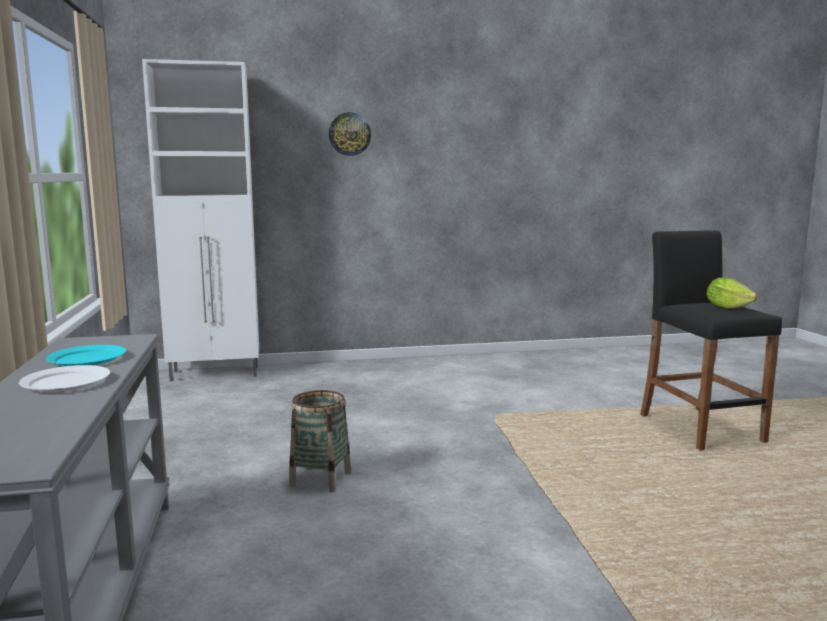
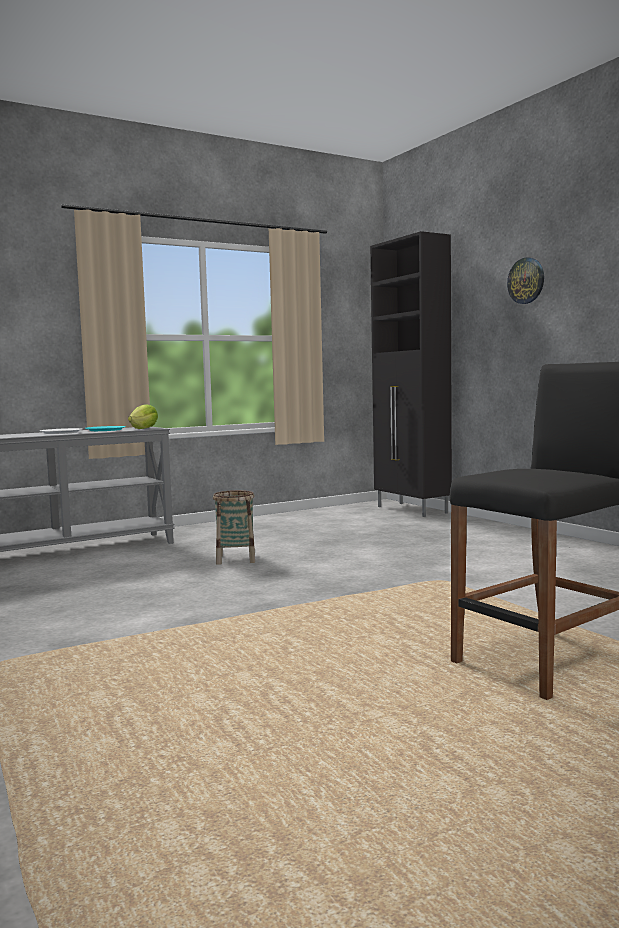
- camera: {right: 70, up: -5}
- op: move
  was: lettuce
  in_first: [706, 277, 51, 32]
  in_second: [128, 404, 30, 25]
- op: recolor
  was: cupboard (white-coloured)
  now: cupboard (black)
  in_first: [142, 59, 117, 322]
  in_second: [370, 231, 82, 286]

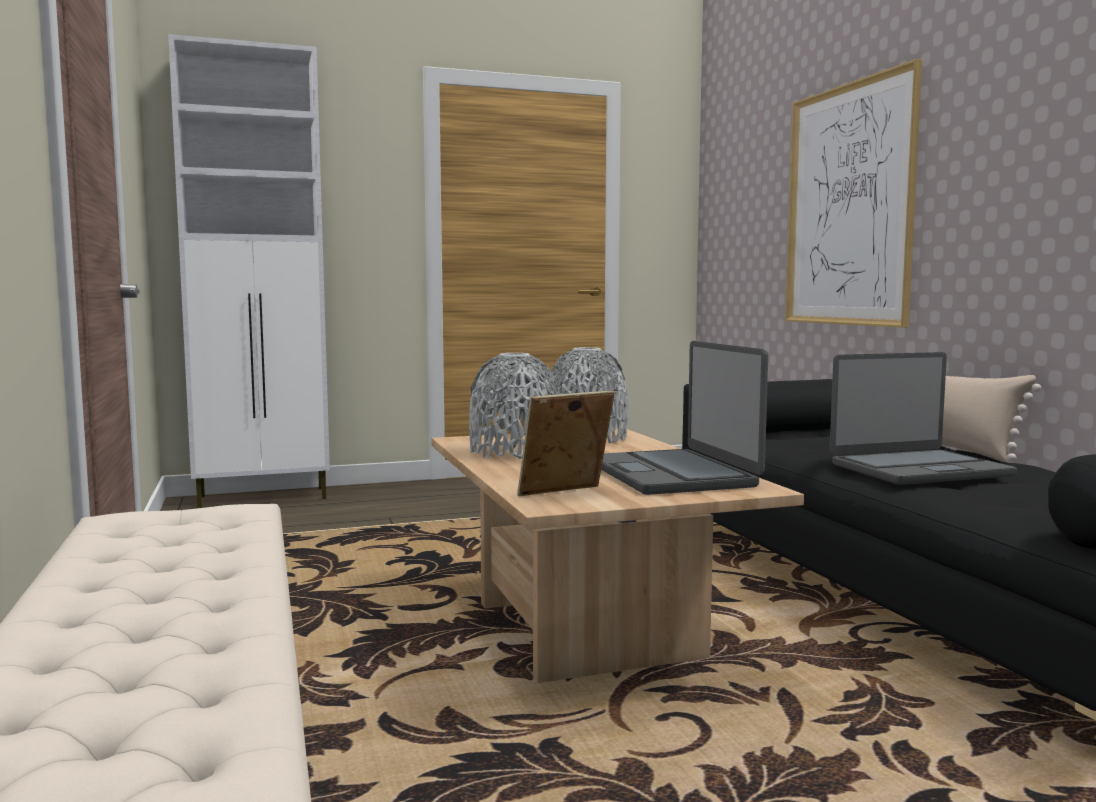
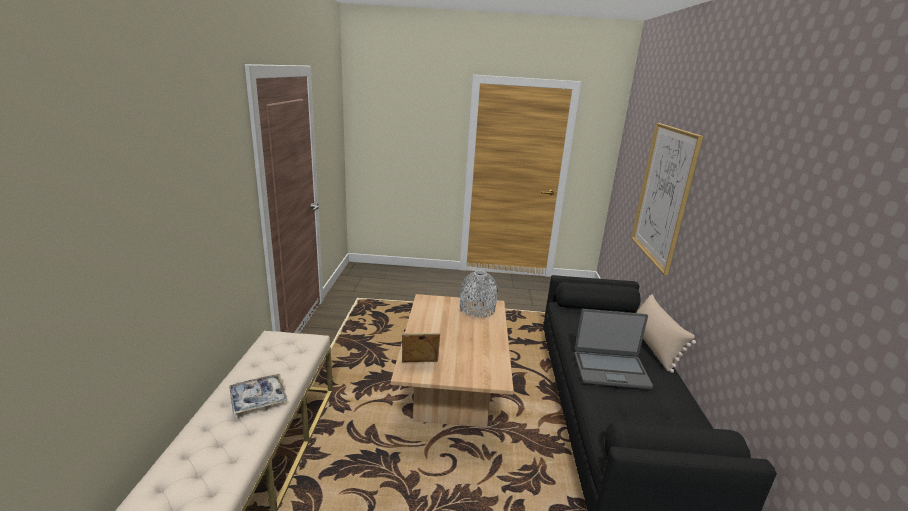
- camera: {right: 20, up: 15}
- op: insert
  now: carrying tray
  in_second: [229, 374, 58, 40]
- op: delete
  was: cupboard (white-coloured)
  in_first: [168, 34, 162, 474]
- op: delete
  was: flower vase (gray)
  in_first: [469, 353, 91, 106]
- op: delete
  was: laptop
  in_first: [601, 341, 167, 154]

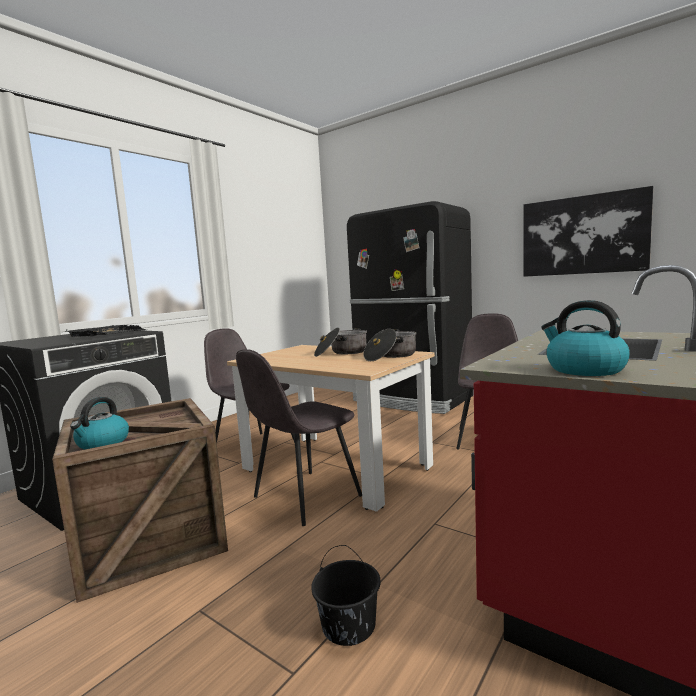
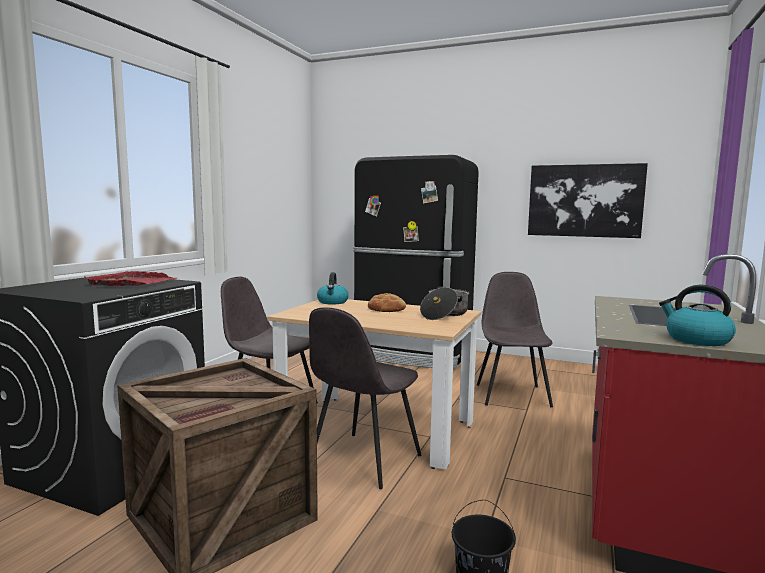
- camera: {right: -15, up: 0}
- op: recolor
  was: carrying tray (black)
  now: carrying tray (red)
  in_first: [65, 325, 81, 12]
  in_second: [84, 271, 93, 15]
- op: move
  was: water kettle
  in_first: [70, 397, 59, 53]
  in_second: [317, 272, 32, 33]
- op: replace
  was: saucepot
  now: bread
  in_first: [314, 328, 53, 29]
  in_second: [368, 293, 38, 19]

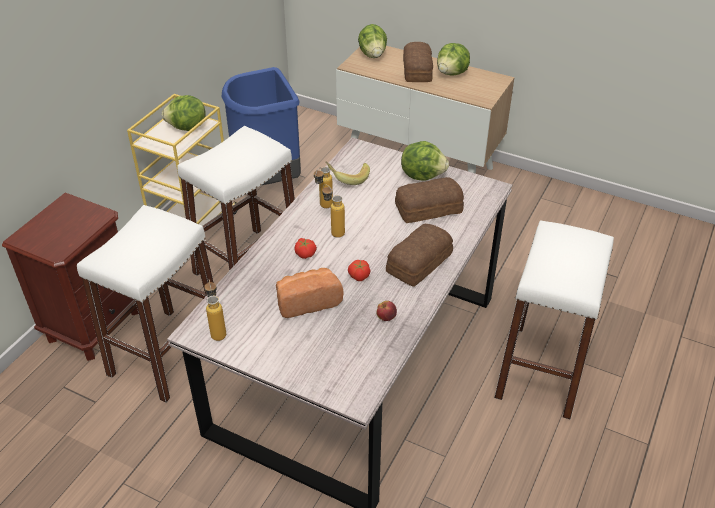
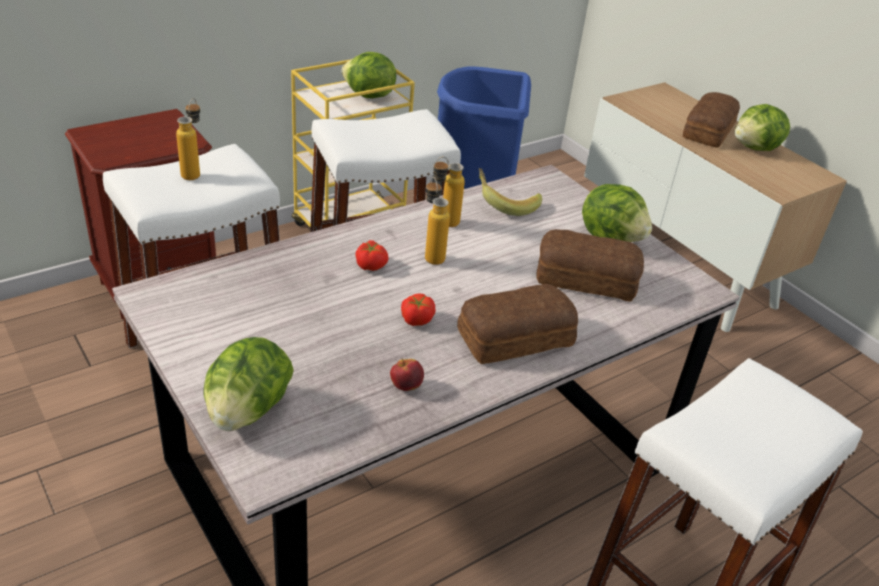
- camera: {right: 25, up: -5}
- op: move
  was: drink bottle
  in_first: [204, 279, 22, 62]
  in_second: [176, 98, 24, 82]
- op: move
  was: lettuce
  in_first: [358, 24, 29, 34]
  in_second: [204, 337, 90, 94]
- op: delete
  was: bread
  in_first: [276, 268, 68, 50]

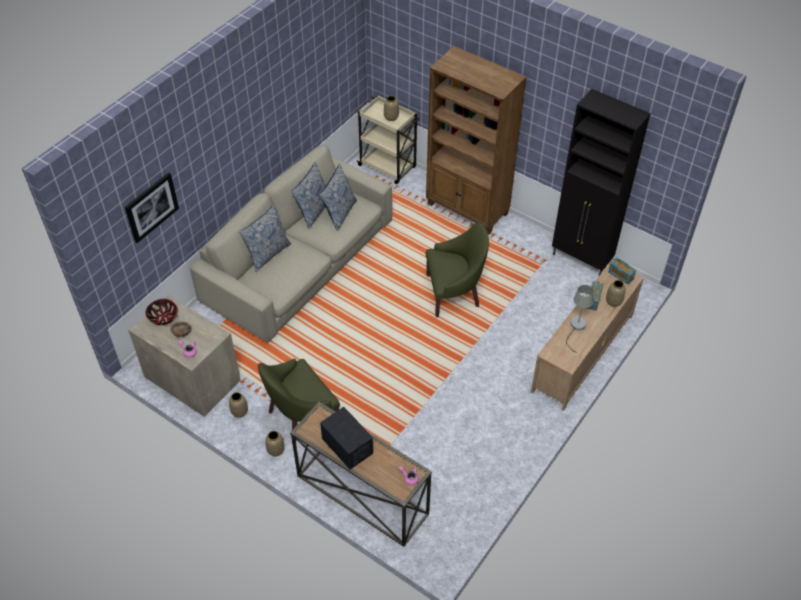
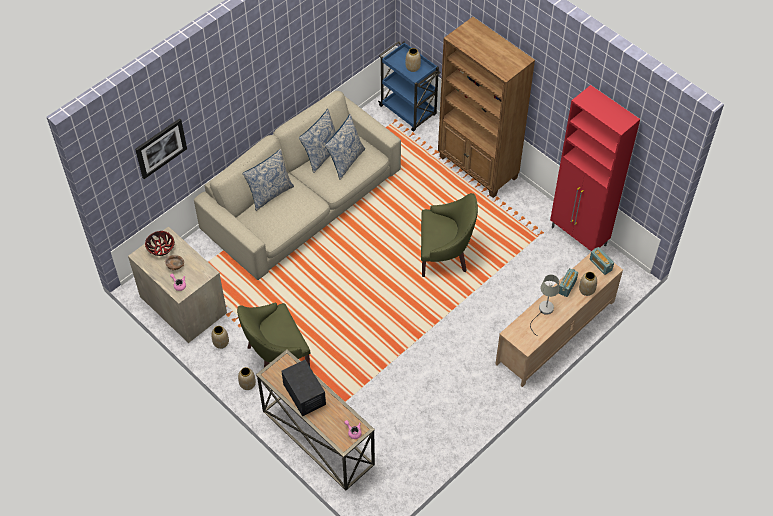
- camera: {right: 10, up: 5}
- op: recolor
  was: trolley (sand-coloured)
  now: trolley (blue-coloured)
  in_first: [356, 95, 64, 89]
  in_second: [378, 41, 63, 91]
- op: recolor
  was: cupboard (black)
  now: cupboard (red)
  in_first: [552, 89, 99, 188]
  in_second: [550, 85, 90, 166]

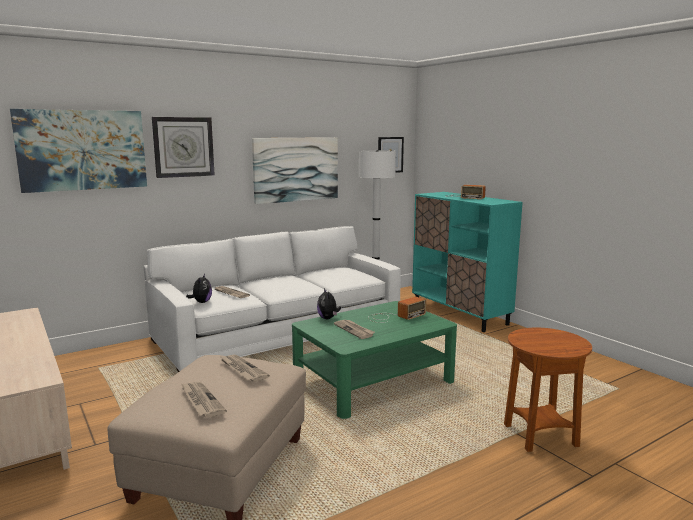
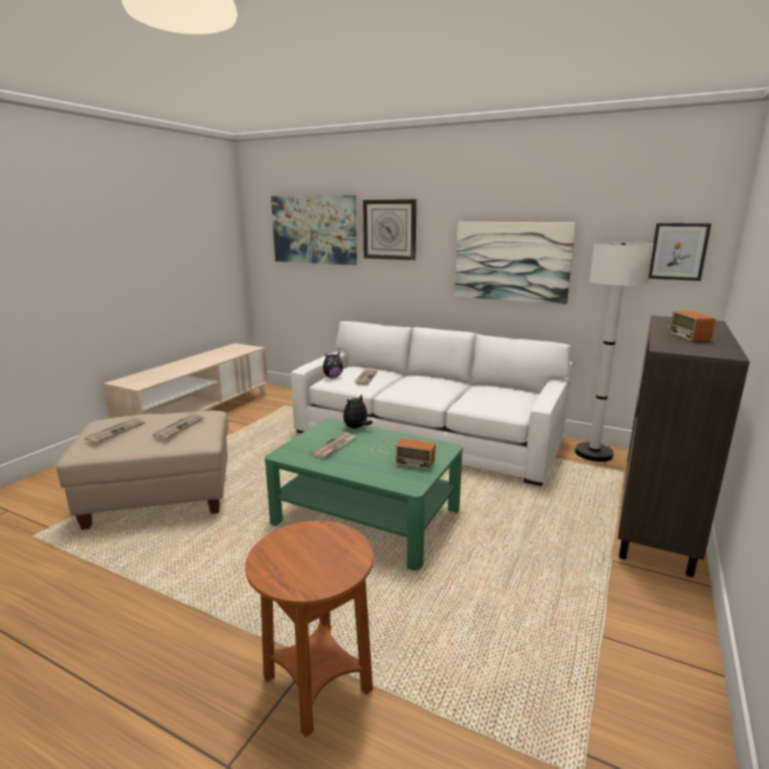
- camera: {right: 60, up: 5}
- op: recolor
  was: cupboard (blue-green)
  now: cupboard (brown-coloured)
  in_first: [412, 192, 111, 140]
  in_second: [618, 315, 132, 262]

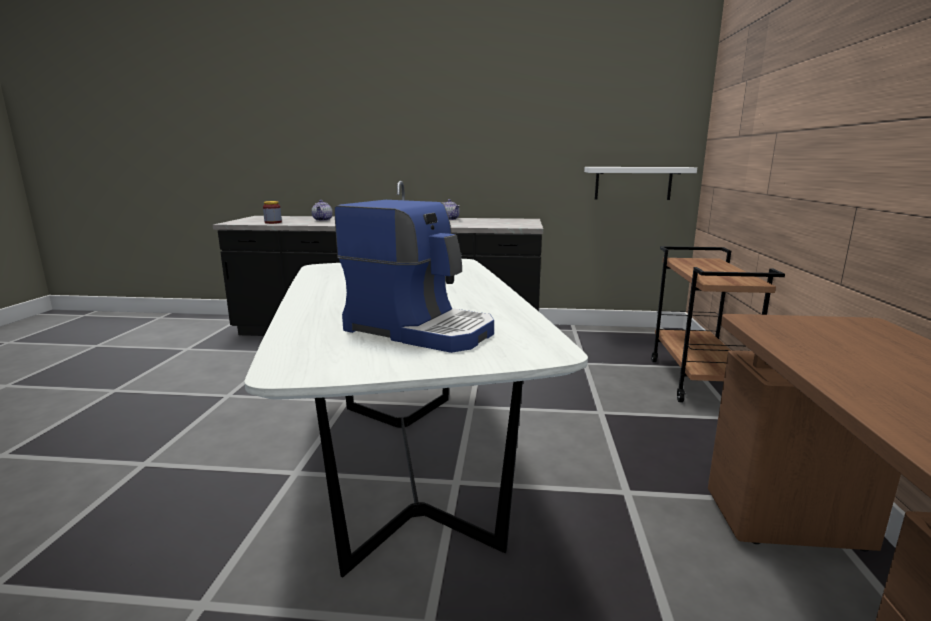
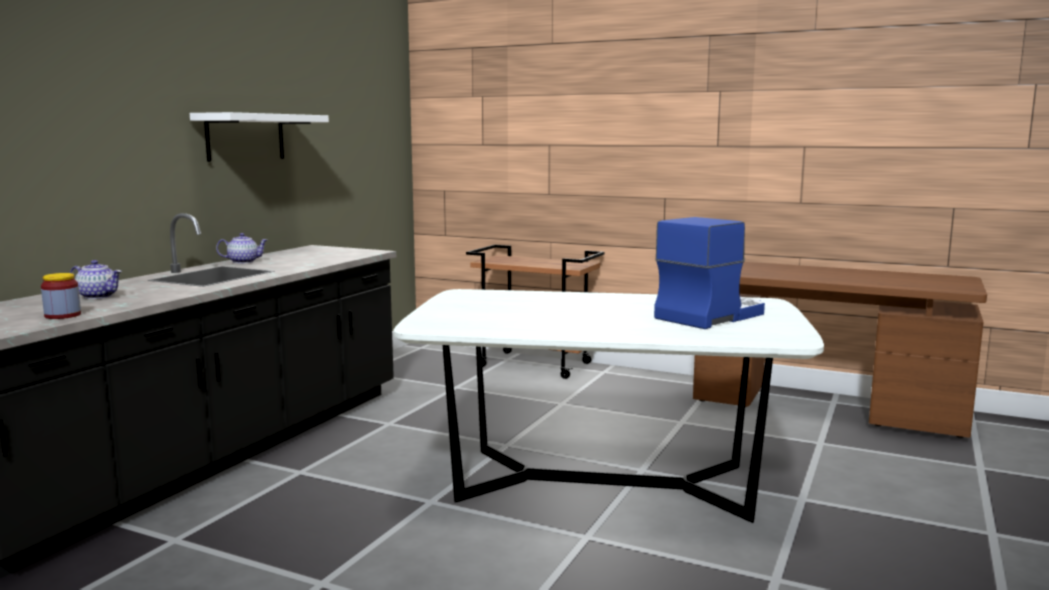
- camera: {right: -70, up: -5}
- op: move
  was: bracket shelf (white-coloured)
  in_first: [584, 167, 113, 33]
  in_second: [190, 112, 139, 50]

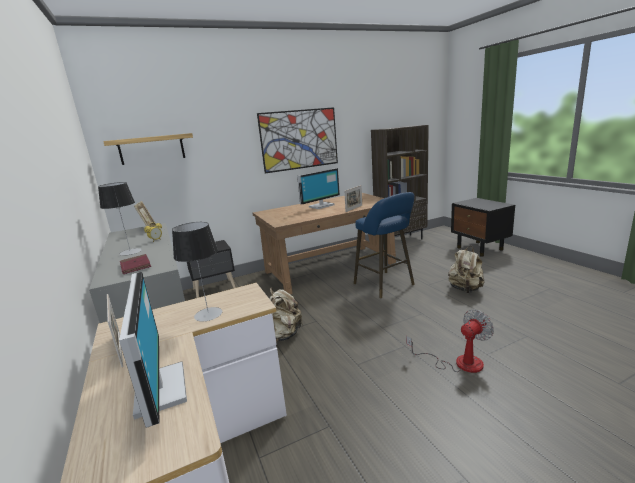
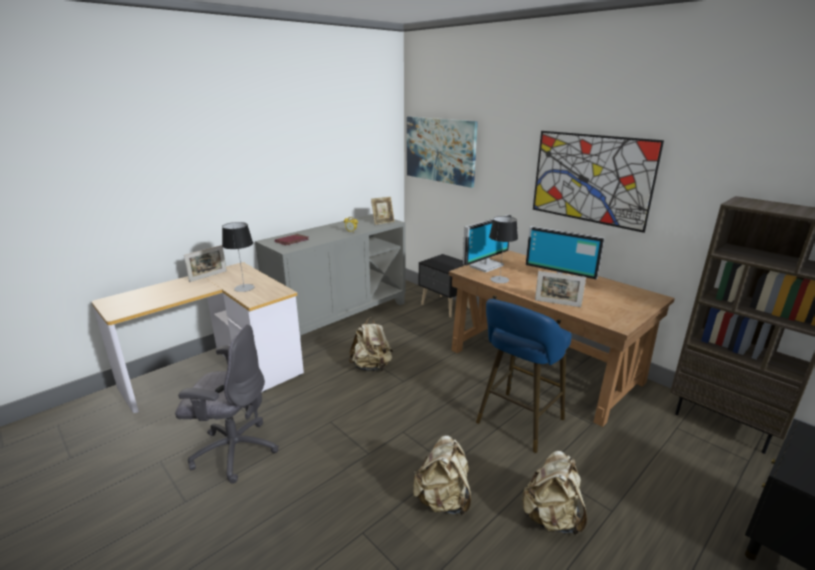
- camera: {right: 70, up: 5}
- op: insert
  now: desk chair (gray)
  in_second: [175, 324, 104, 160]
- op: replace
  was: bracket shelf
  now: wall picture
  in_first: [103, 133, 90, 32]
  in_second: [407, 117, 71, 71]
- op: insert
  now: knapsack (sand-coloured)
  in_second: [413, 435, 58, 81]
- op: move
  was: computer display
  in_first: [119, 272, 68, 156]
  in_second: [463, 215, 49, 58]
- op: move
  was: lamp for a table
  in_first: [98, 182, 44, 74]
  in_second: [489, 216, 29, 67]
- op: delete
  was: electric fan
  in_first: [406, 310, 88, 63]

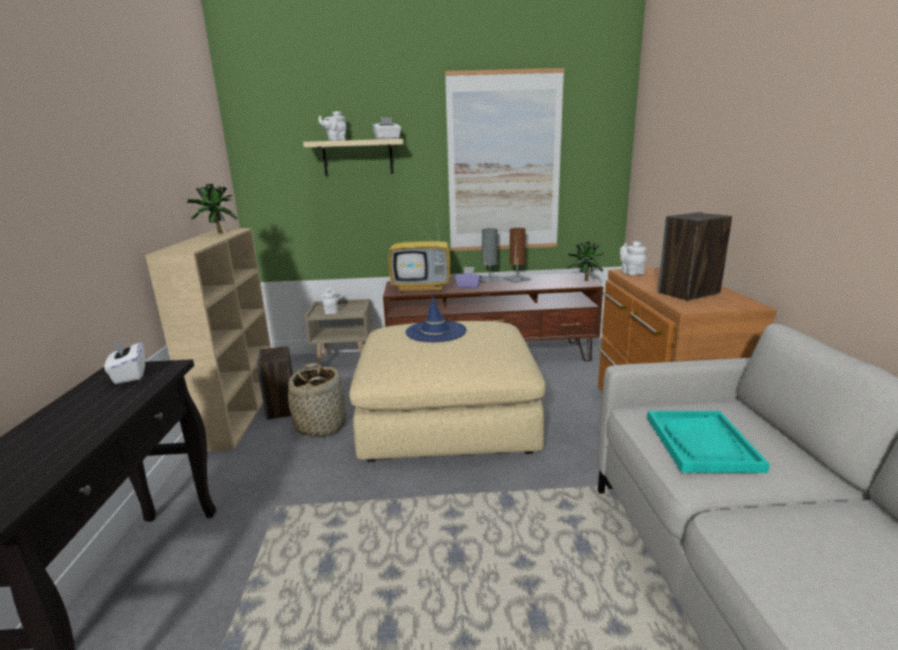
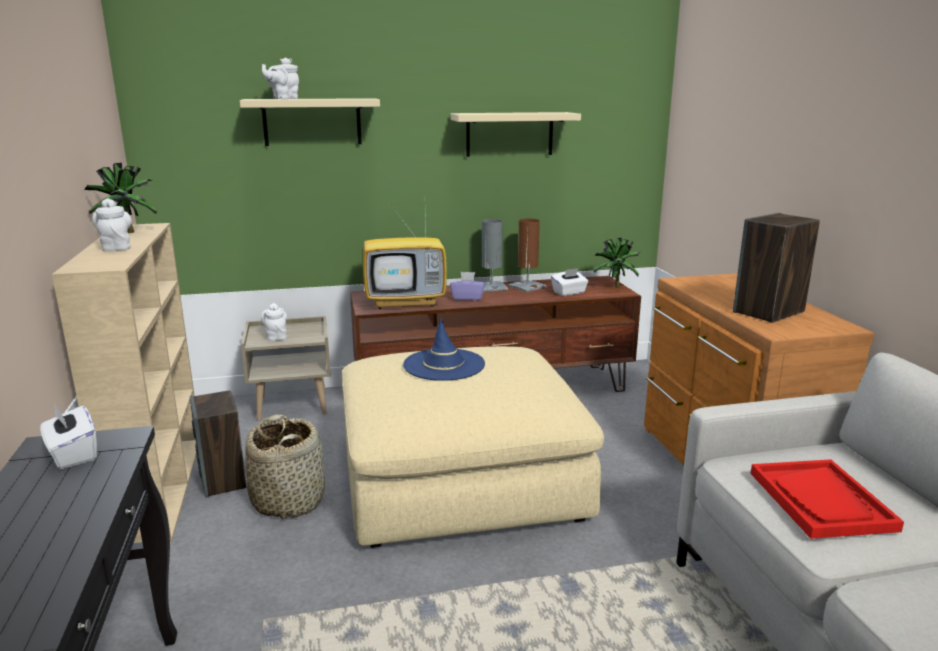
- camera: {right: -10, up: 0}
- op: move
  was: teapot (white-coloured)
  in_first: [620, 241, 26, 34]
  in_second: [92, 198, 40, 53]
- op: replace
  was: wall picture
  now: bracket shelf (sand-coloured)
  in_first: [445, 68, 119, 183]
  in_second: [451, 112, 130, 45]
- op: move
  was: tissue box (white-coloured)
  in_first: [372, 117, 29, 22]
  in_second: [551, 268, 38, 28]
- op: recolor
  was: carrying tray (blue-green)
  now: carrying tray (red)
  in_first: [647, 411, 123, 62]
  in_second: [750, 459, 154, 80]

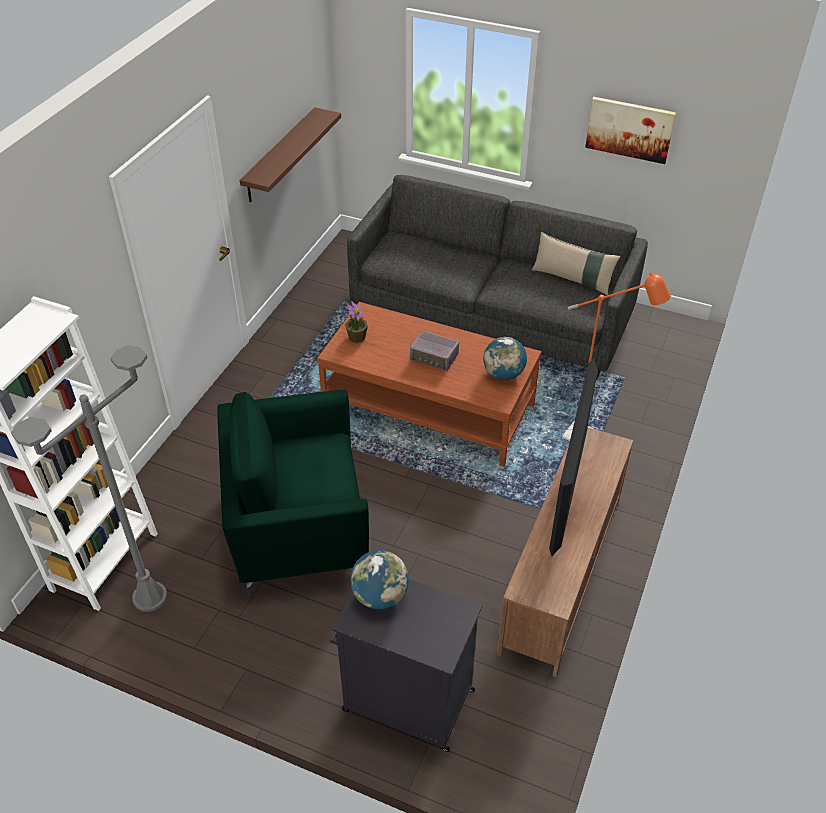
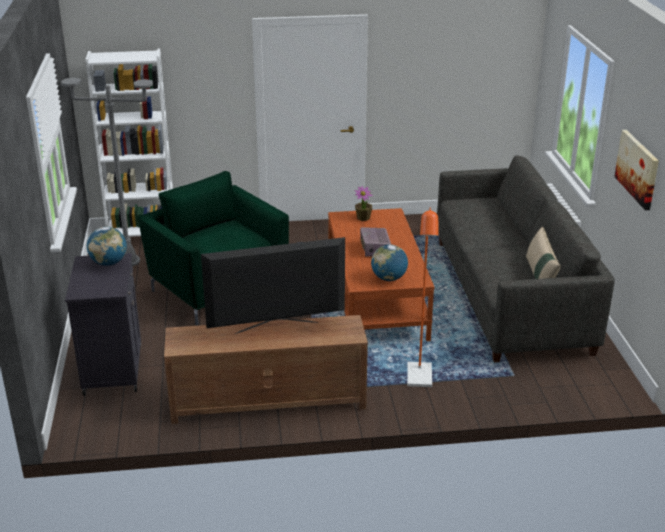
- camera: {right: 60, up: -15}
- op: delete
  was: bracket shelf (brown-coloured)
  in_first: [240, 107, 101, 95]

